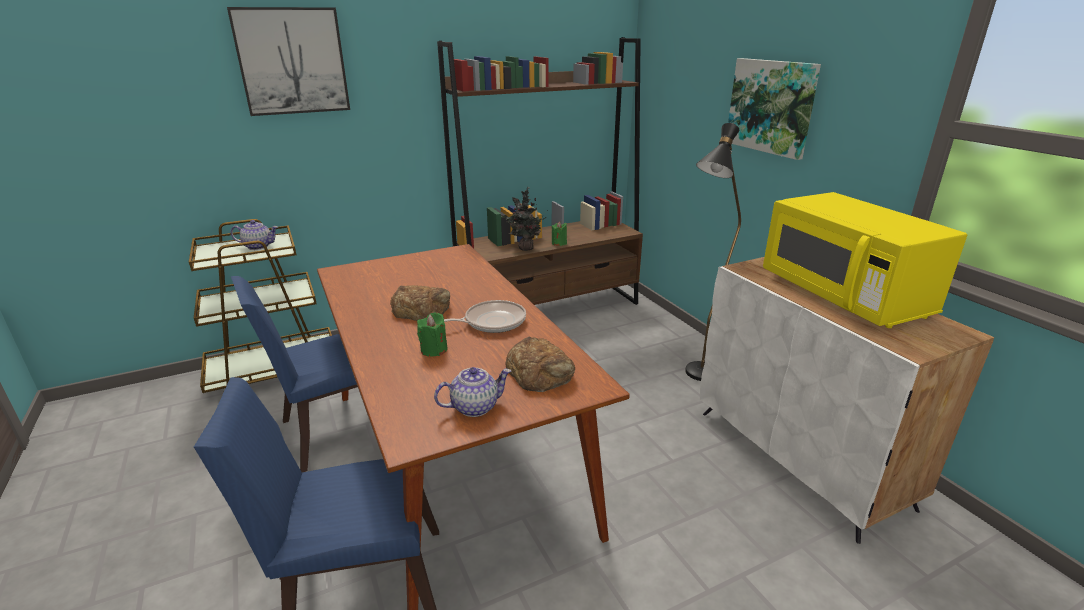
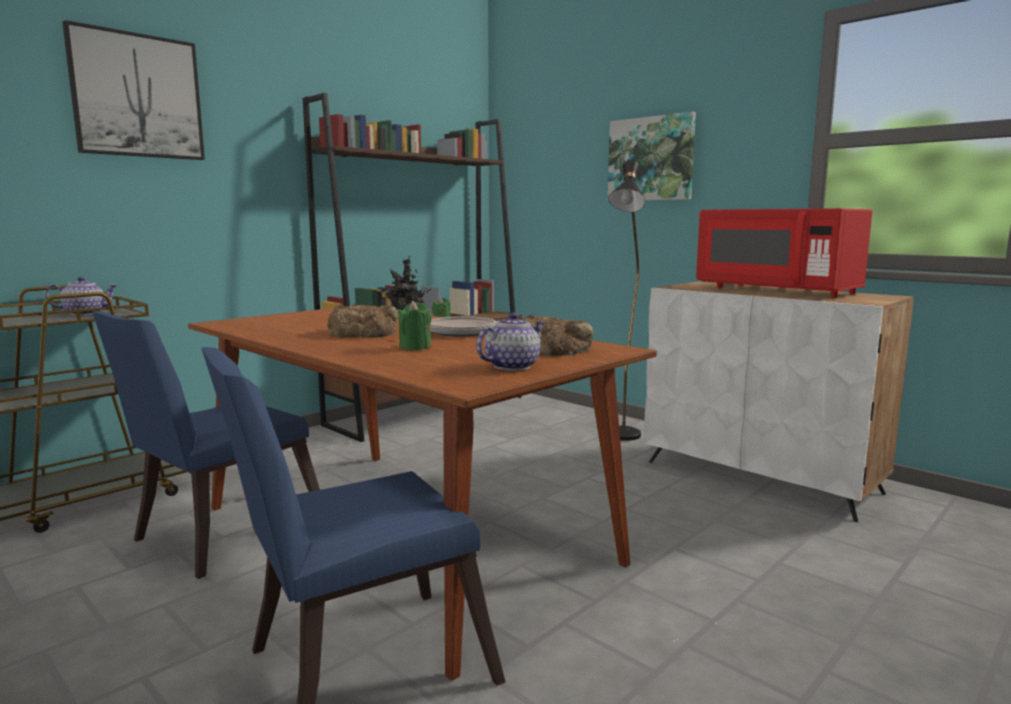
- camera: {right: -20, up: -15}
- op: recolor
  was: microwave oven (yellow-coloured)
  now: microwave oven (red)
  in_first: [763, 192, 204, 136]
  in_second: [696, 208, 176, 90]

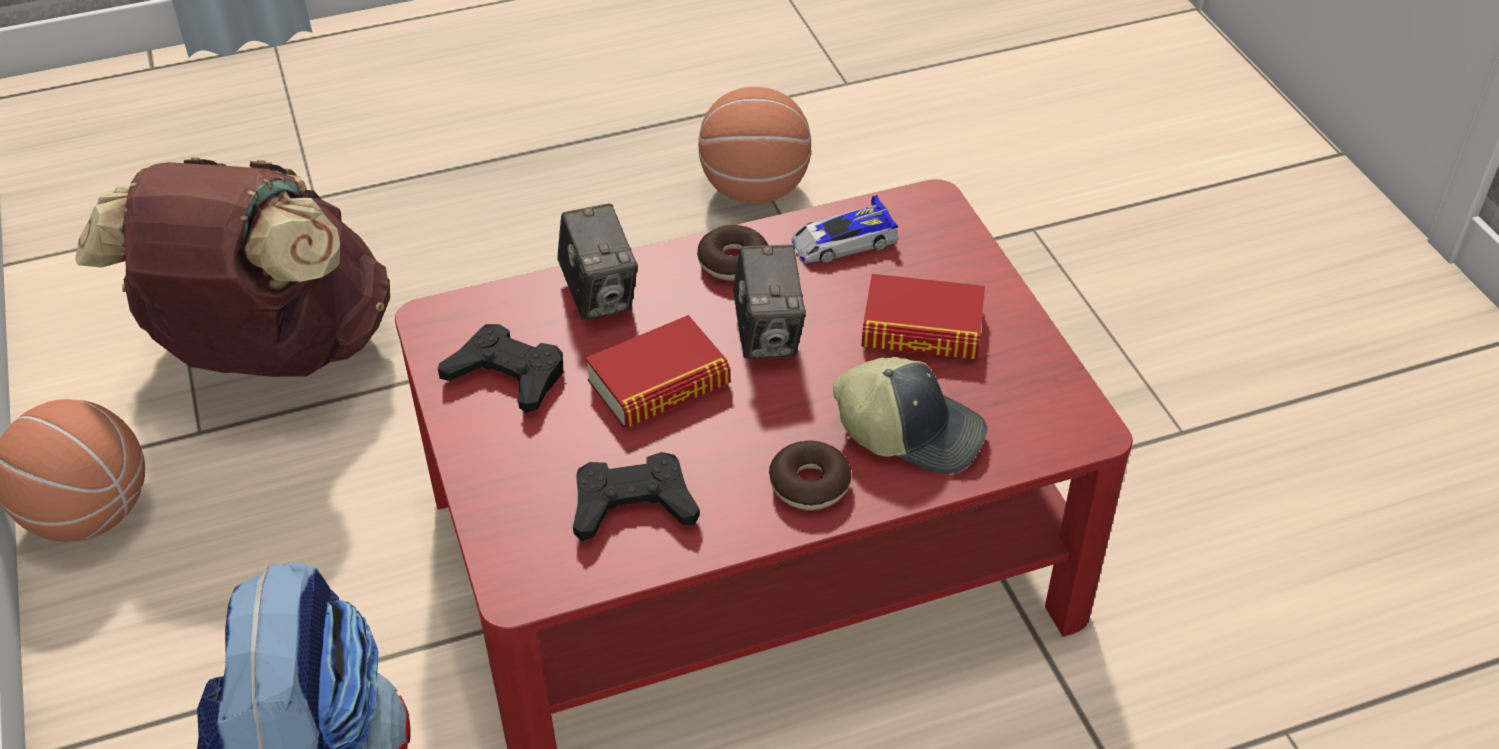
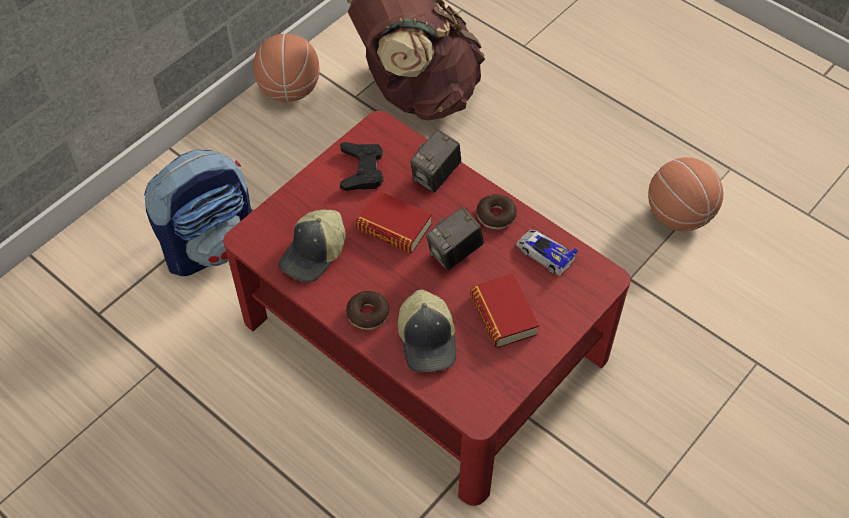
- camera: {right: 60, up: 10}
- op: replace
  was: game controller (black)
  now: baseball cap
  in_first: [573, 452, 127, 89]
  in_second: [278, 209, 68, 74]

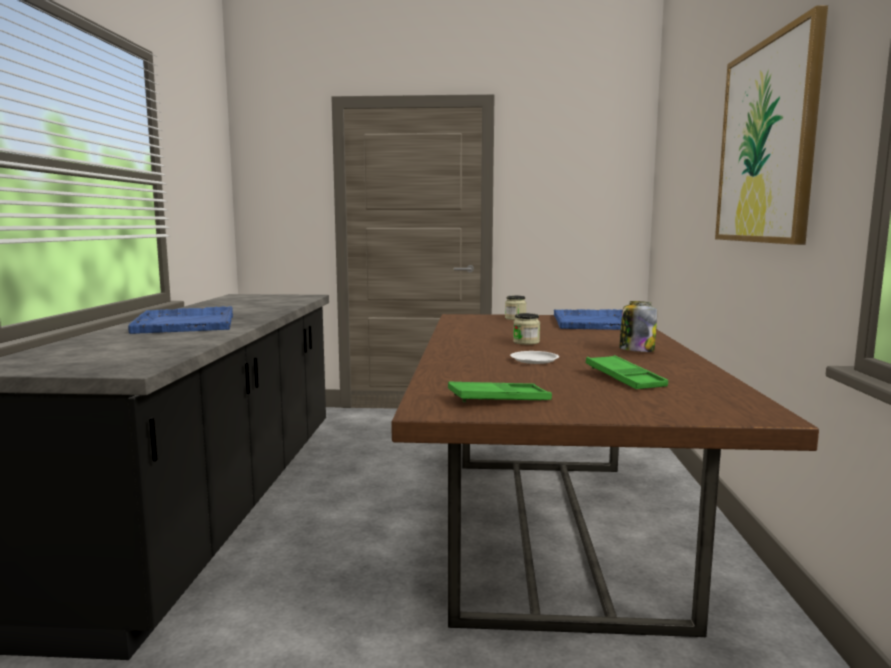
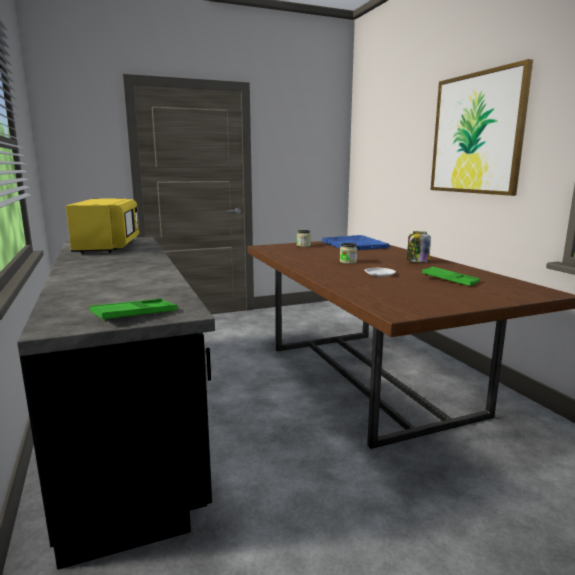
- camera: {right: -25, up: 5}
- op: insert
  now: microwave oven (yellow-coloured)
  in_second: [66, 198, 73, 55]
- op: move
  was: carrying tray (greenish)
  in_first: [448, 381, 104, 21]
  in_second: [89, 299, 88, 23]
- op: delete
  was: carrying tray (blue-coloured)
  in_first: [128, 306, 105, 28]

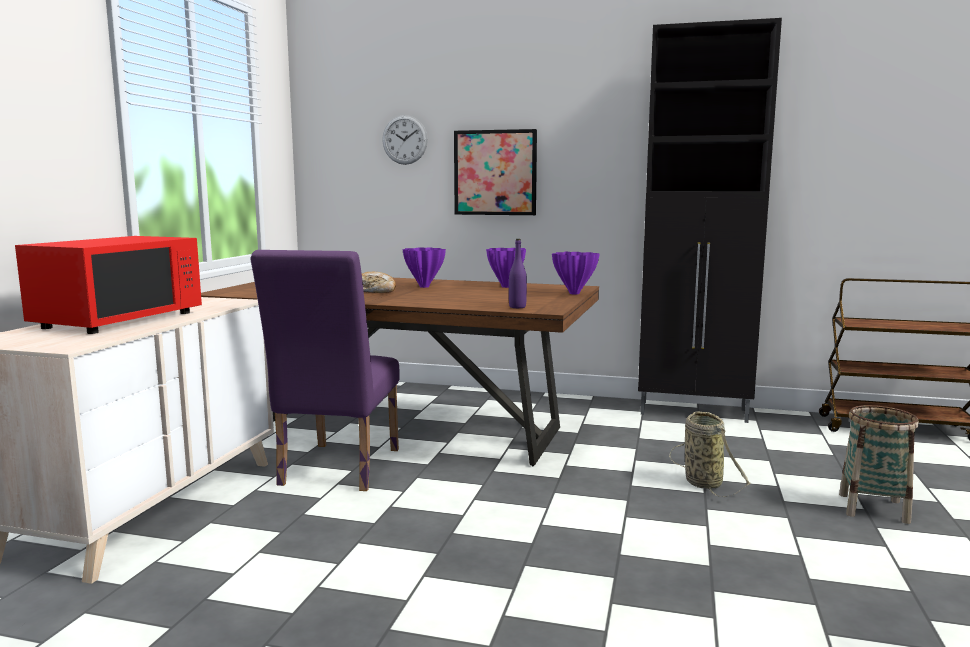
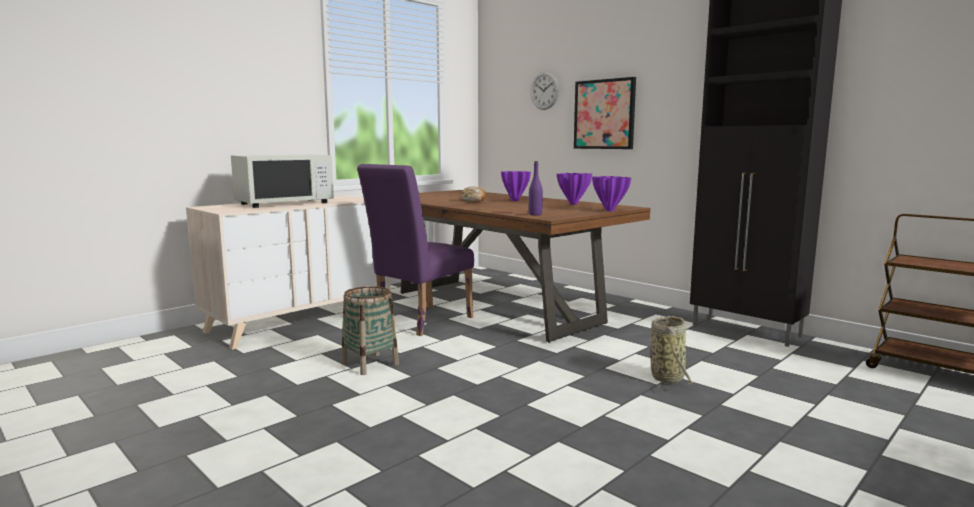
- camera: {right: 30, up: 0}
- op: recolor
  was: microwave oven (red)
  now: microwave oven (white-coloured)
  in_first: [15, 236, 187, 98]
  in_second: [231, 154, 103, 54]
- op: move
  was: storage basket
  in_first: [839, 405, 80, 119]
  in_second: [342, 286, 57, 89]

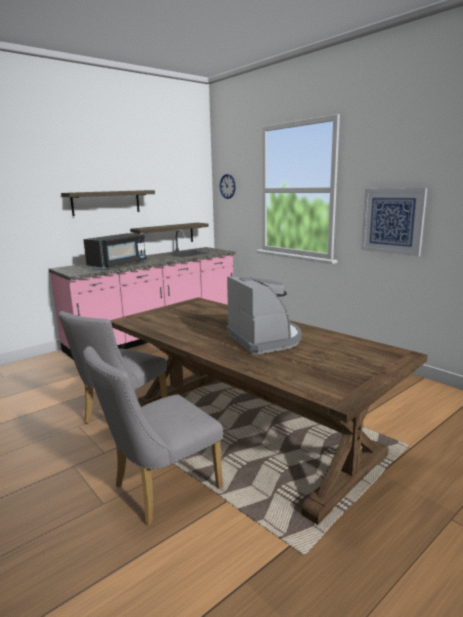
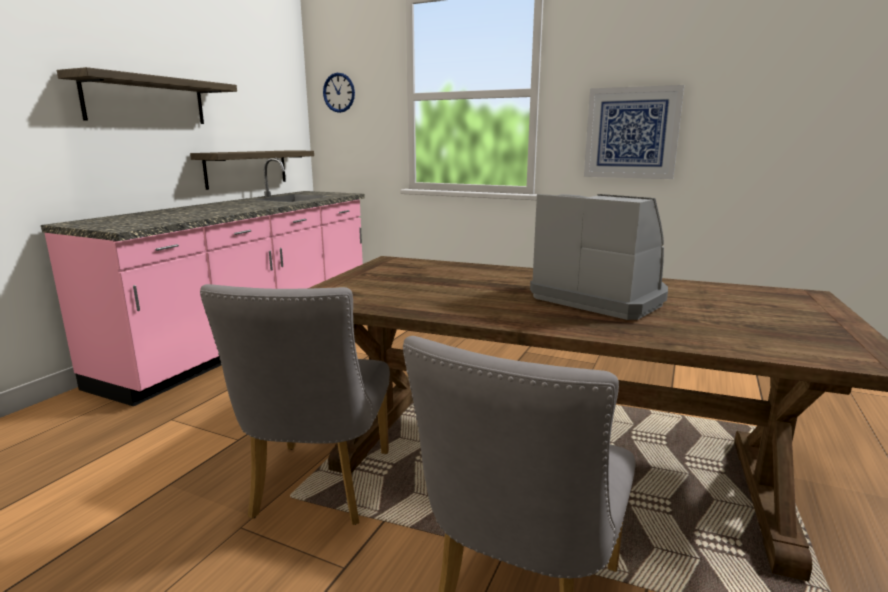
- camera: {right: -25, up: 0}
- op: delete
  was: microwave oven (black)
  in_first: [83, 233, 64, 36]

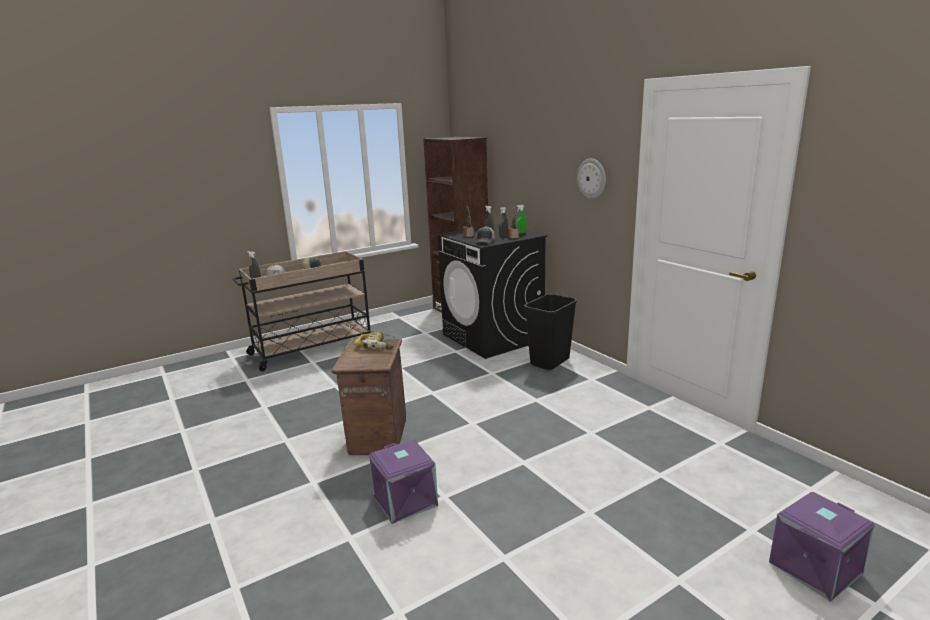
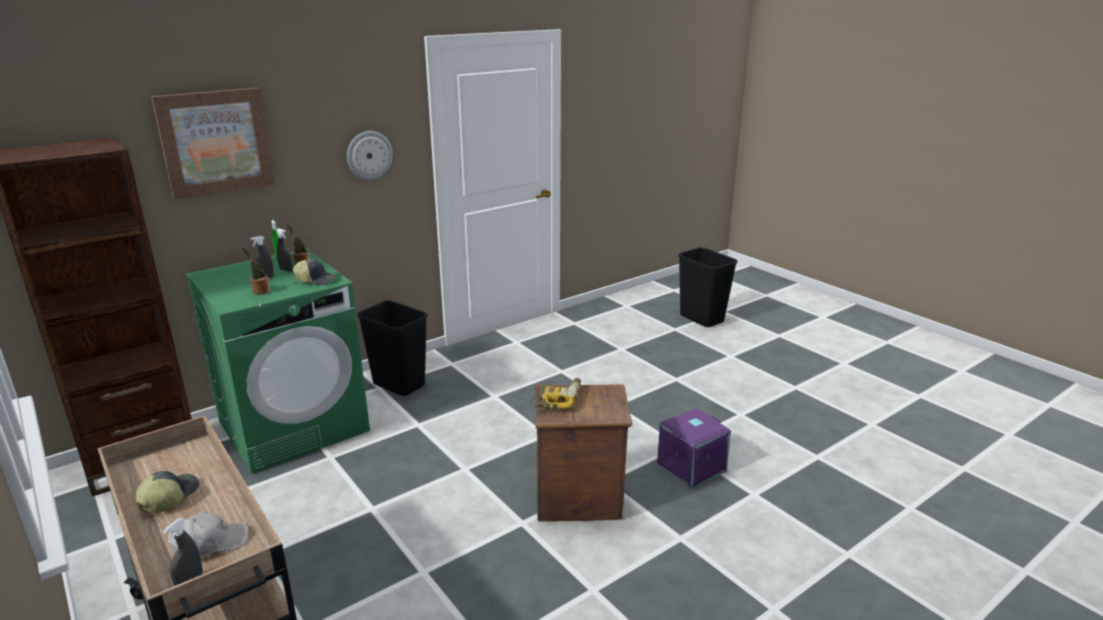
- camera: {right: -95, up: 5}
- op: insert
  now: wall picture
  in_second: [151, 88, 124, 112]
- op: recolor
  was: laundry machine (black)
  now: laundry machine (greenish)
  in_first: [438, 224, 110, 135]
  in_second: [186, 249, 184, 224]
- op: replace
  was: storage box (purple-coloured)
  now: rubbish bin (black)
  in_first: [769, 492, 106, 110]
  in_second: [678, 247, 60, 80]

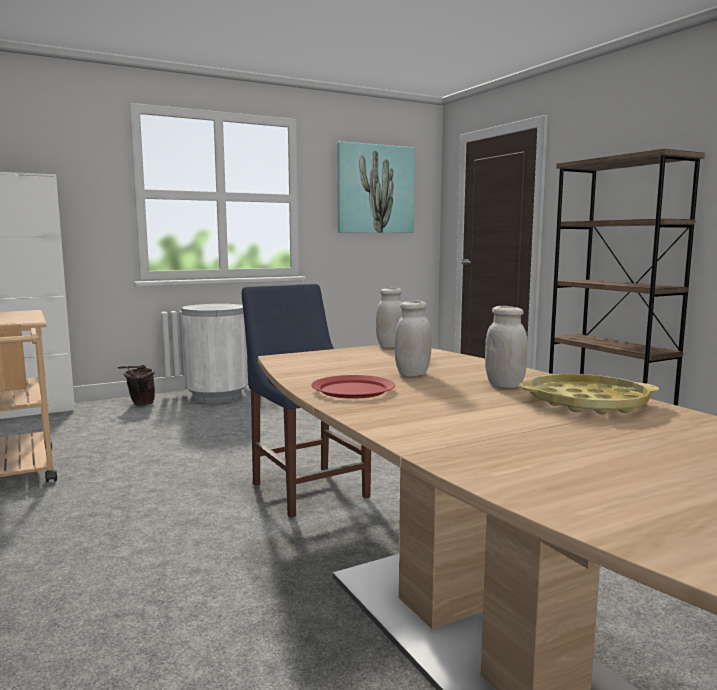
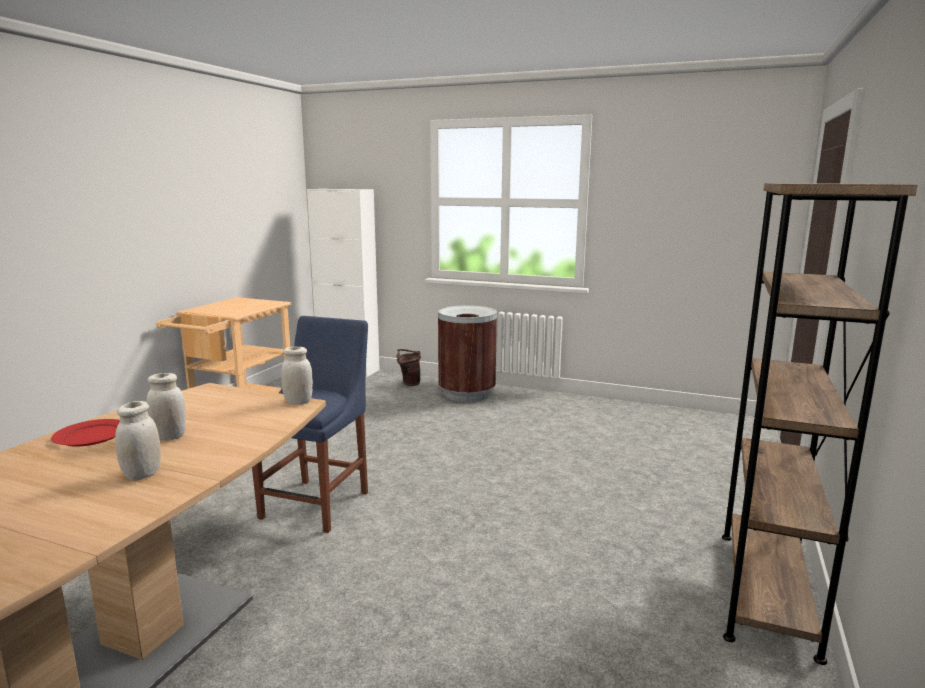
- camera: {right: 50, up: 5}
- op: recolor
  was: rubbish bin (white-coloured)
  now: rubbish bin (brown-coloured)
  in_first: [182, 304, 66, 99]
  in_second: [438, 305, 59, 97]
- op: delete
  was: wall picture
  in_first: [337, 141, 78, 92]
- op: delete
  was: carrying tray (yellow-coloured)
  in_first: [519, 374, 140, 40]

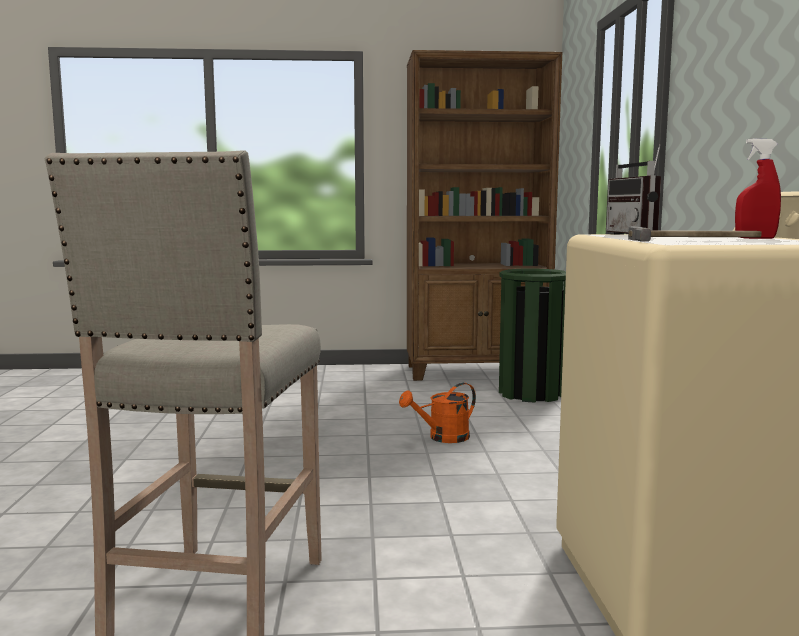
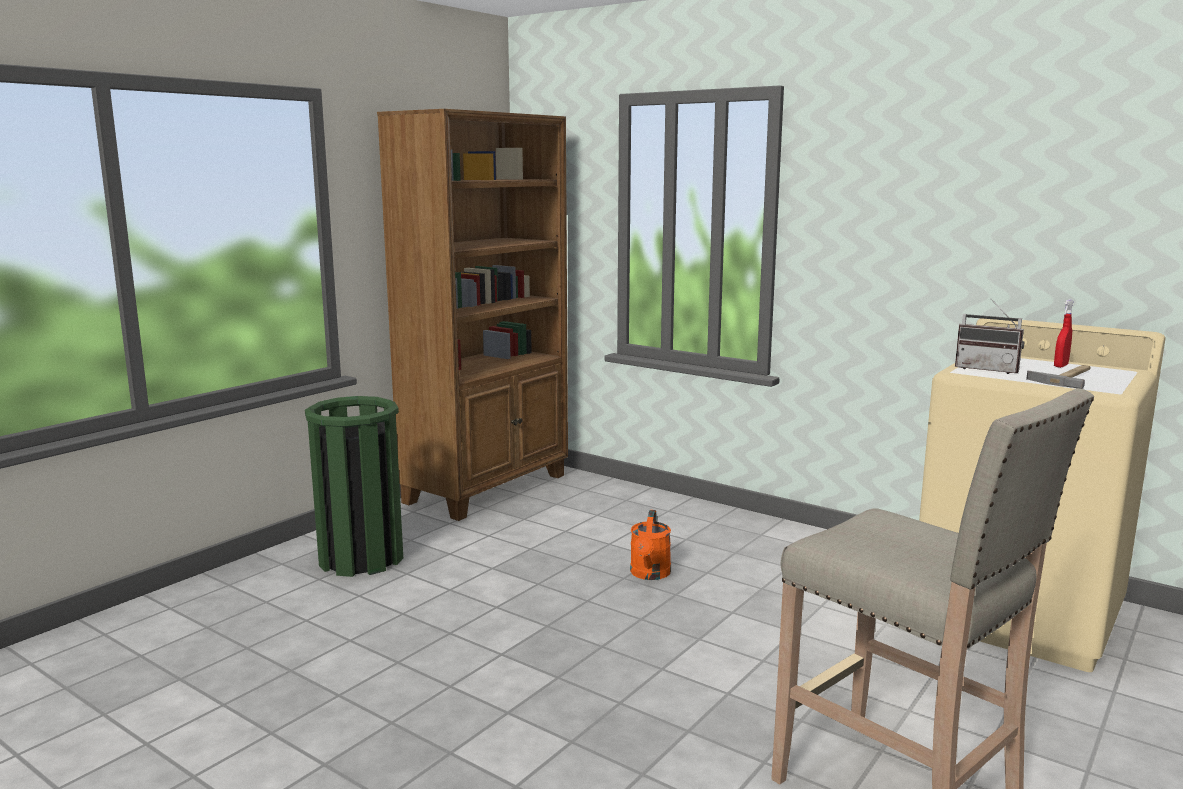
- camera: {right: -50, up: 5}
- op: move
  was: rubbish bin (greenish)
  in_first: [499, 269, 67, 134]
  in_second: [305, 396, 98, 181]

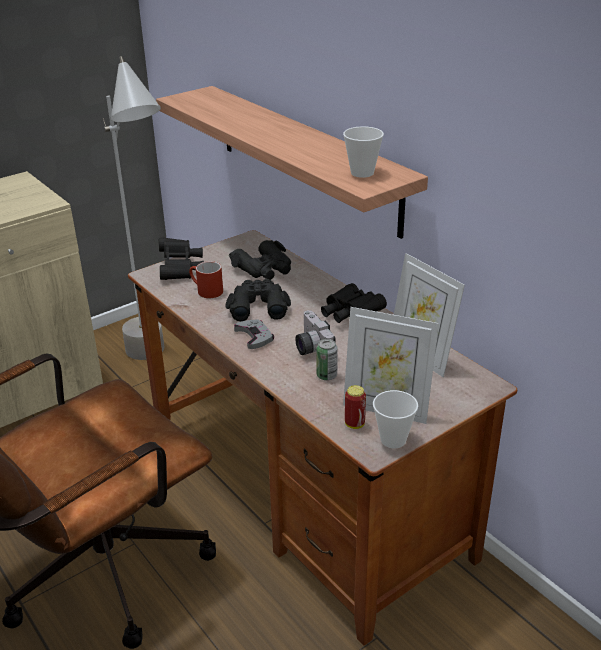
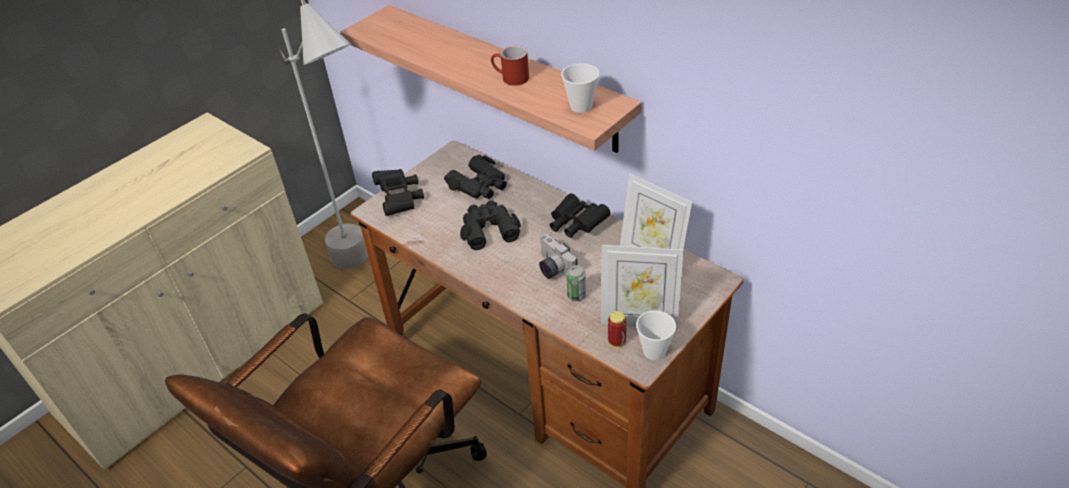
- camera: {right: -10, up: 10}
- op: move
  was: coffee mug (red)
  in_first: [189, 261, 34, 37]
  in_second: [491, 46, 38, 40]
- op: delete
  was: game controller (gray)
  in_first: [234, 319, 40, 30]

